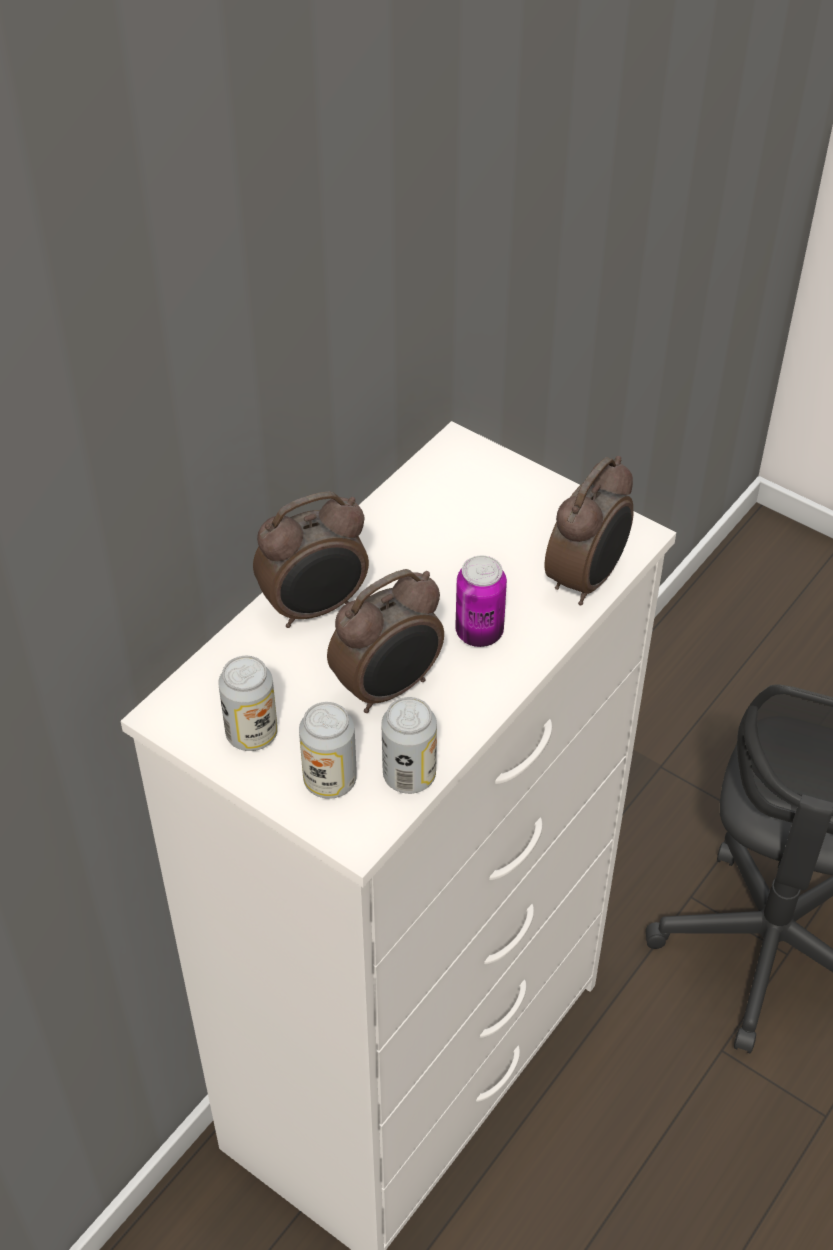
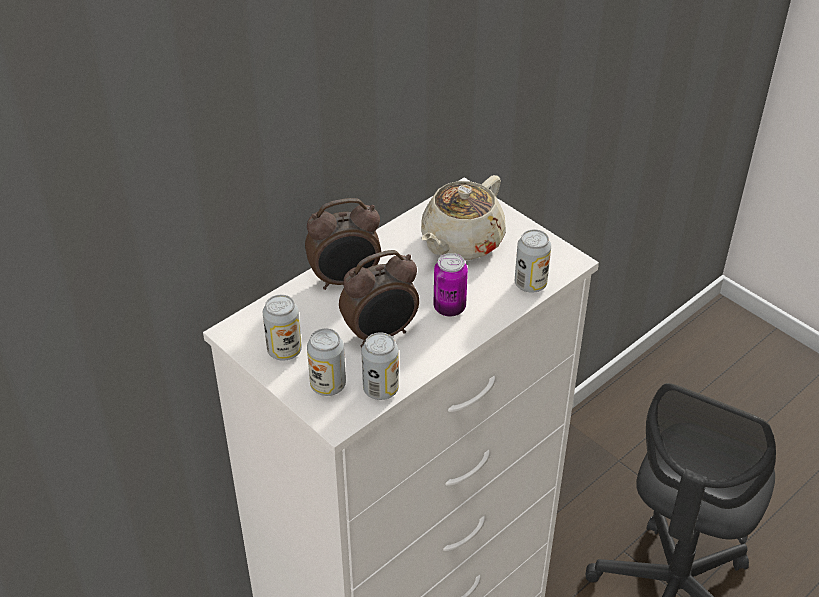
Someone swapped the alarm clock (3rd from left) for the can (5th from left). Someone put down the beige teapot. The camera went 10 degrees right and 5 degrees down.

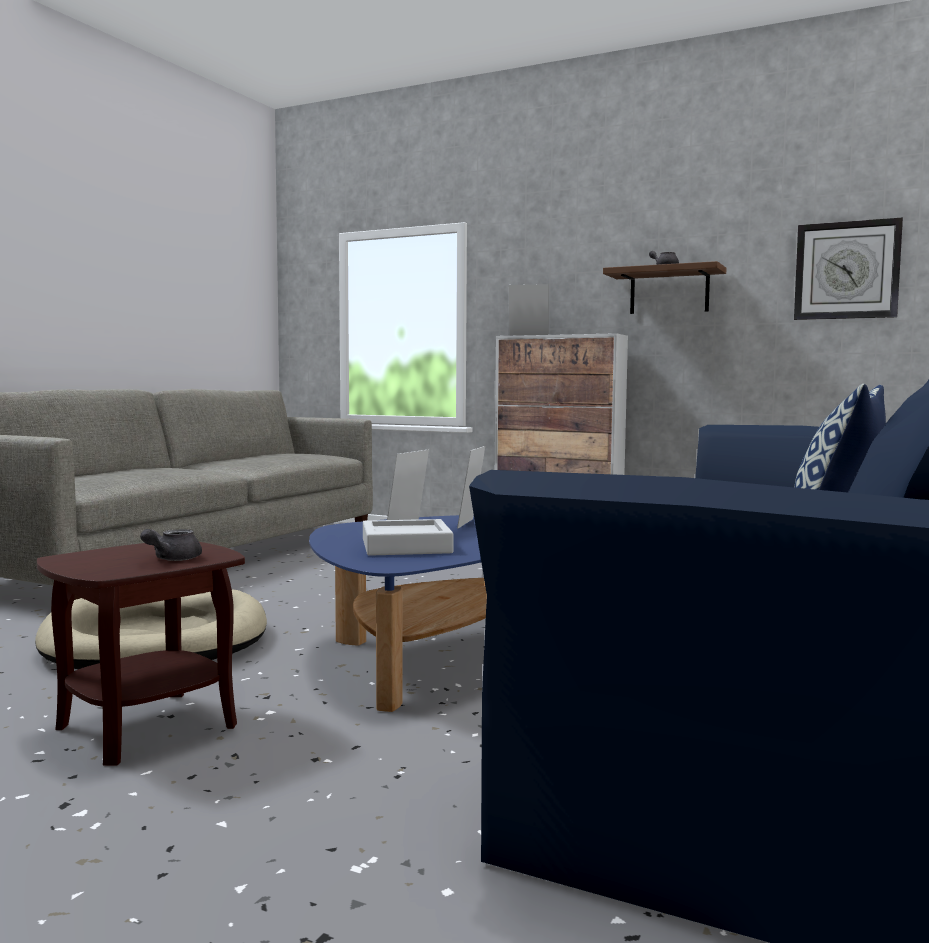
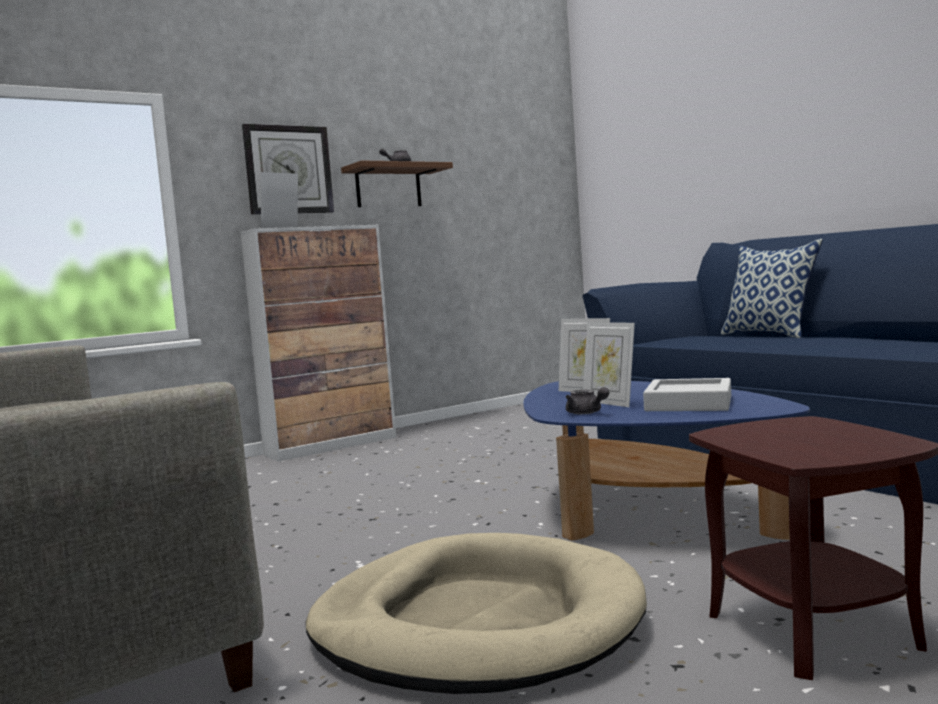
Someone carried the wall clock. Someone carried the grey teapot (1st from left in the first image). The camera went 60 degrees left and 0 degrees up.

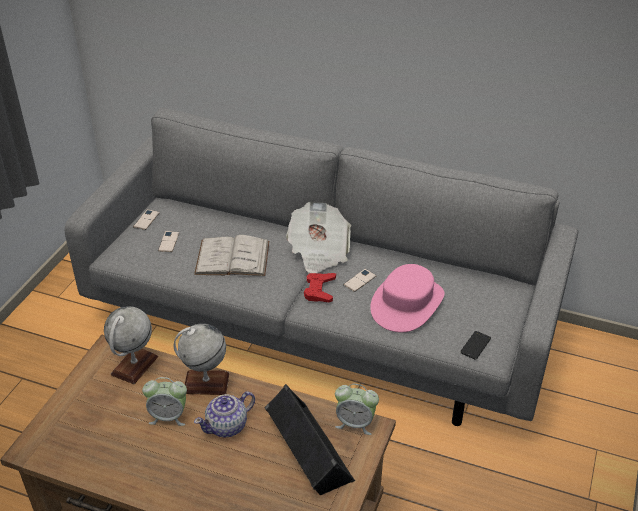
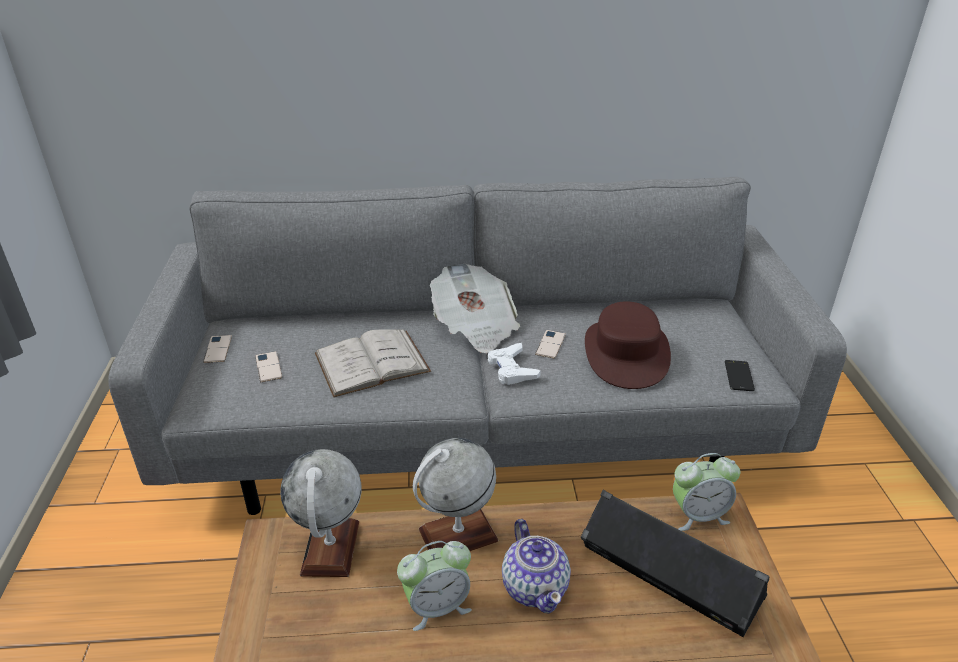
Someone repainted the pink hat, which became the brown hat. Someone repainted the red game controller, which became the white game controller. Someone rotated the teapot by 45 degrees counterclockwise. The camera went 25 degrees left and 5 degrees down.

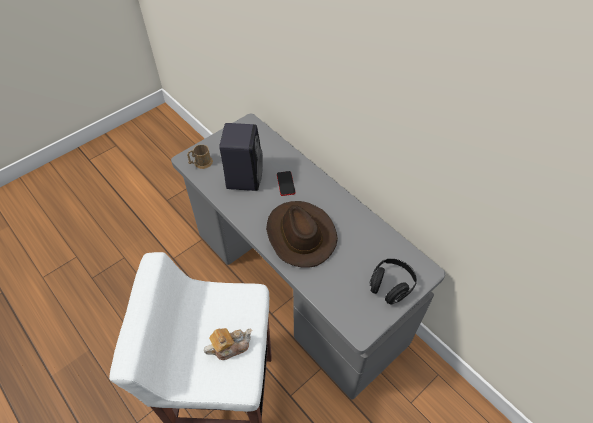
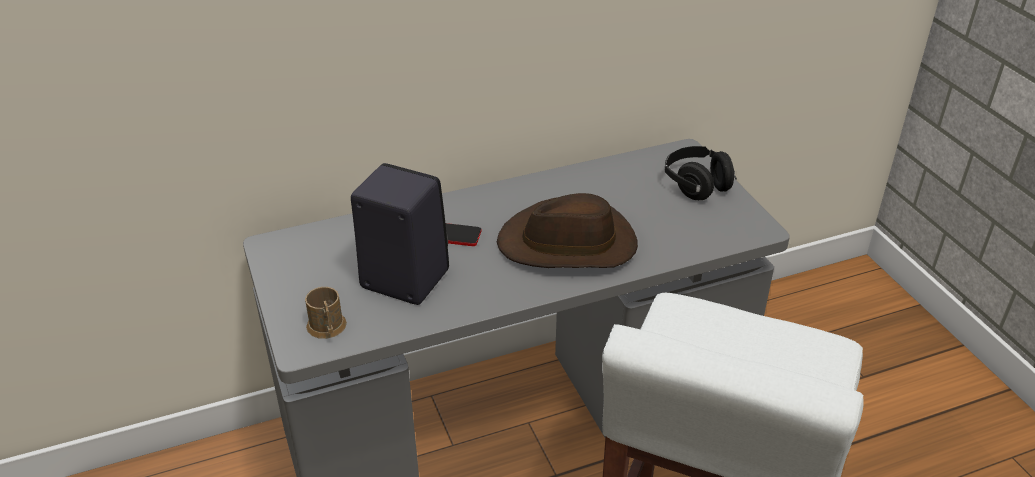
Someone took away the teapot. The camera went 70 degrees left and 15 degrees down.

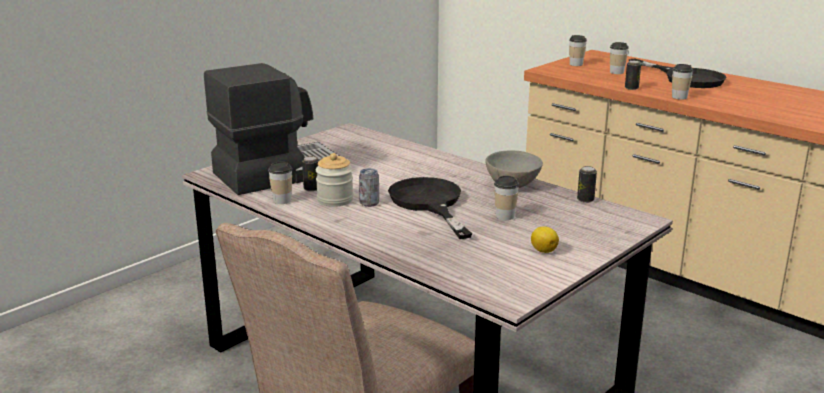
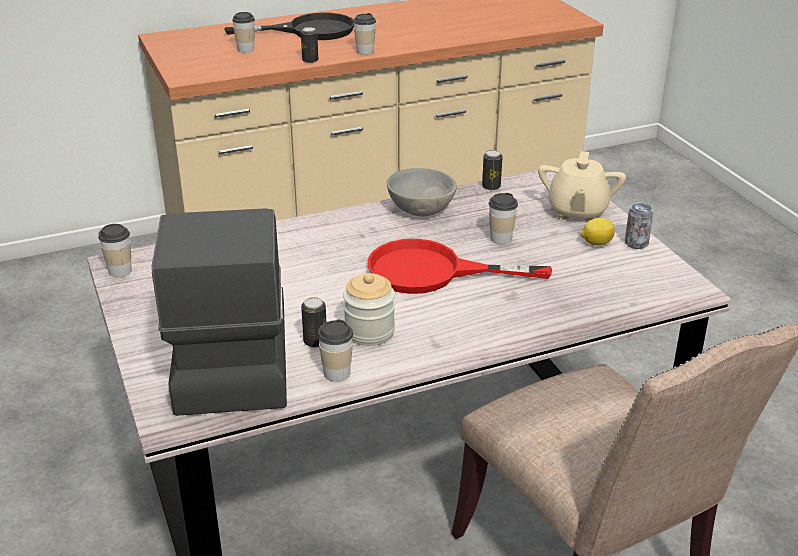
Someone carried the cup (3rd from left in the first image). Someone carried the can (2nd from left in the first image). Someone repainted the black frying pan (1st from left), which became the red frying pan. Someone put down the beige teapot. The camera went 65 degrees left and 10 degrees up.

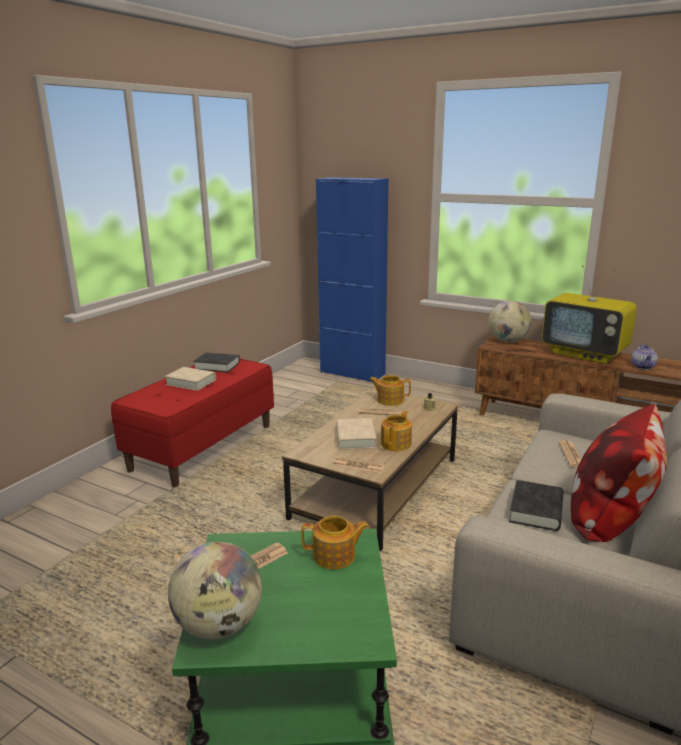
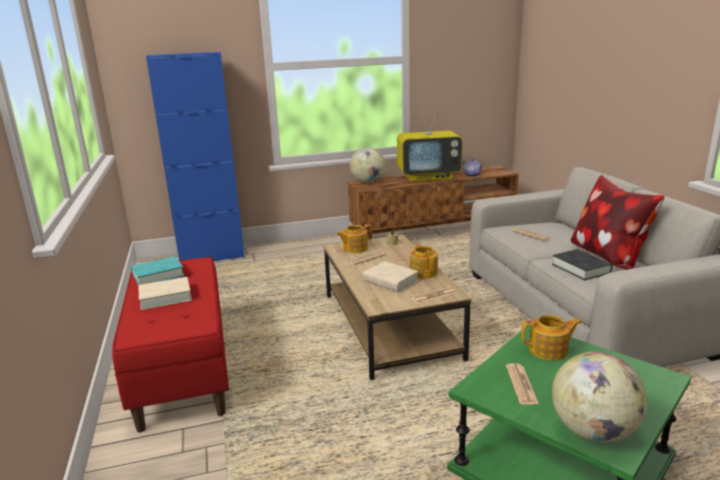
Someone repainted the black book (1st from left), which became the turquoise book. Someone rotated the teapot (1st from left in the first image) by 45 degrees clockwise. The camera went 45 degrees left and 0 degrees up.

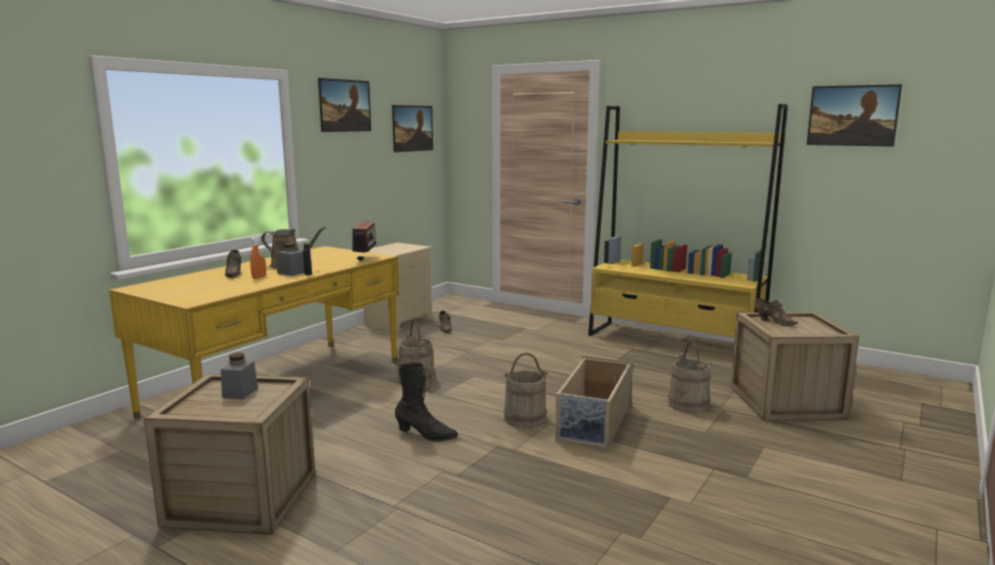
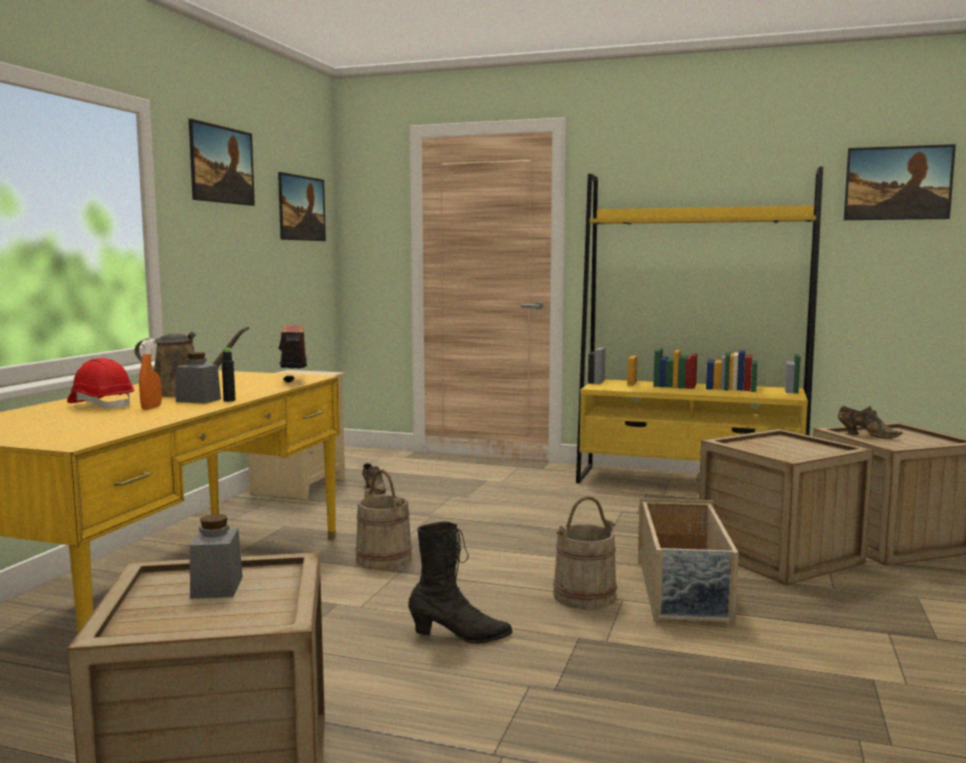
Someone swapped the brown shoe (1st from left) for the red hard hat. Someone swapped the beige bucket (3rd from left) for the crate (2nd from left). The camera went 15 degrees left and 5 degrees down.

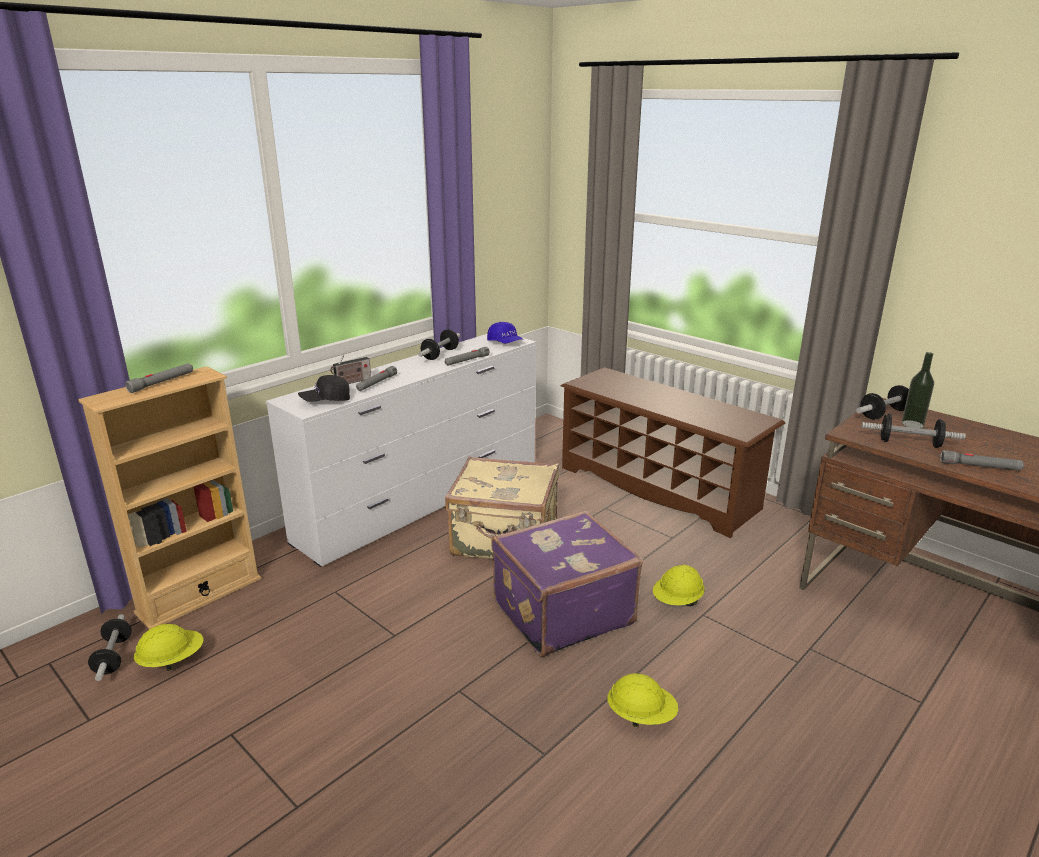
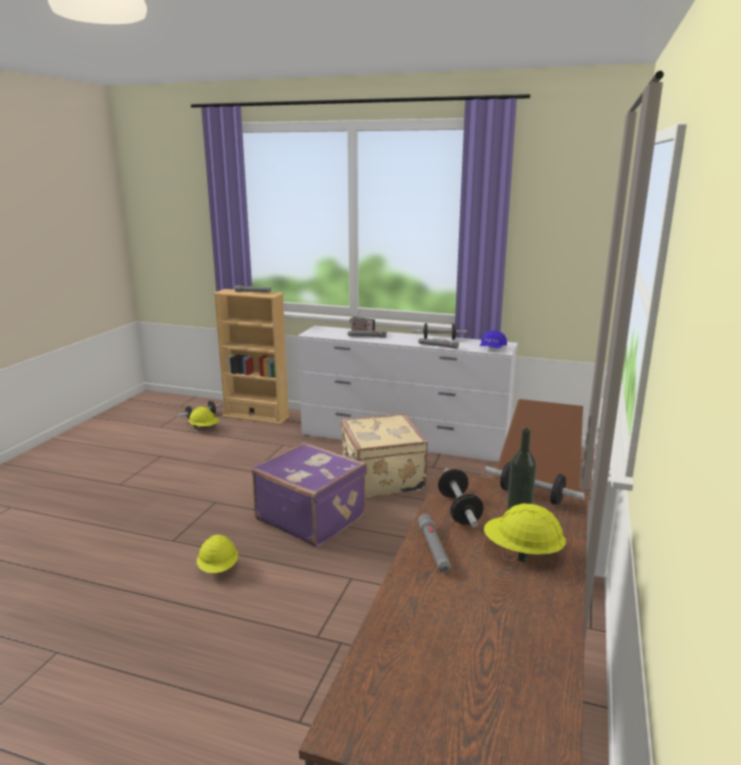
Someone took away the black cap. Someone carried the yellow hard hat (3rd from left). The camera went 65 degrees right and 5 degrees down.

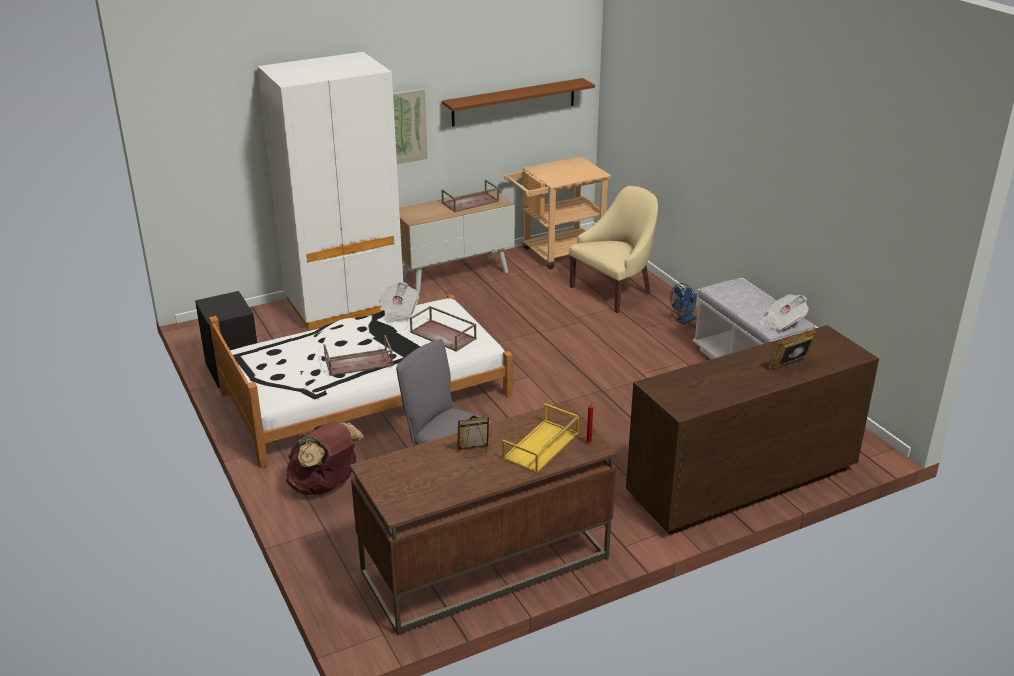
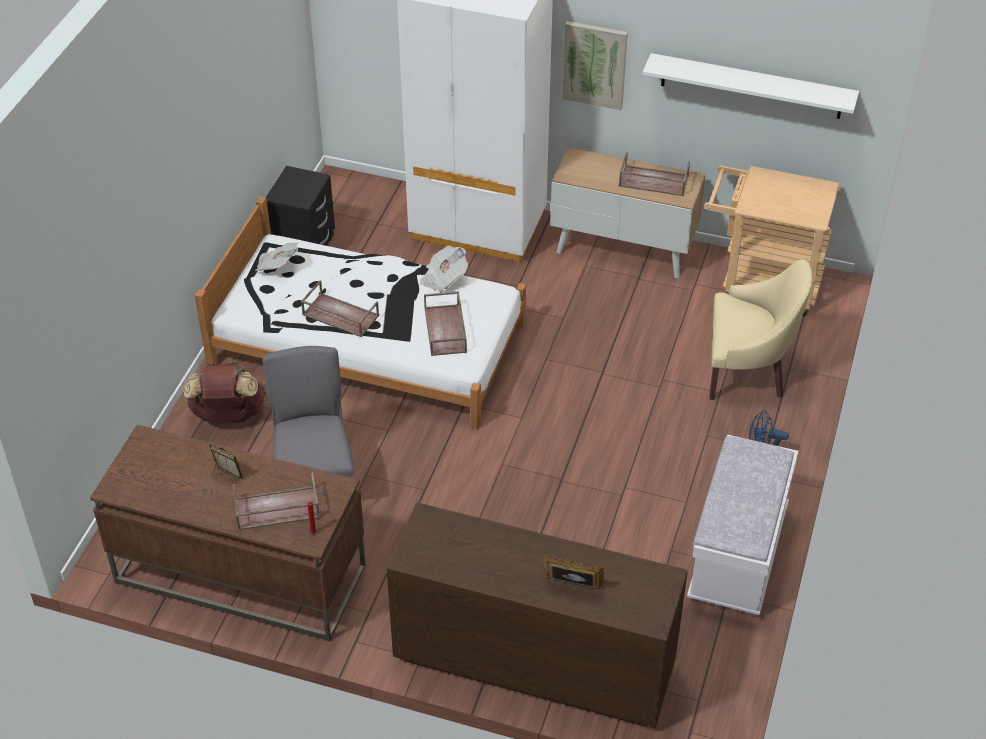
Someone repainted the brown shelf, which became the white shelf. Someone carried the newspaper (2nd from left in the first image). Someone repainted the yellow tray, which became the brown tray (1st from left). The camera went 45 degrees right and 15 degrees up.

